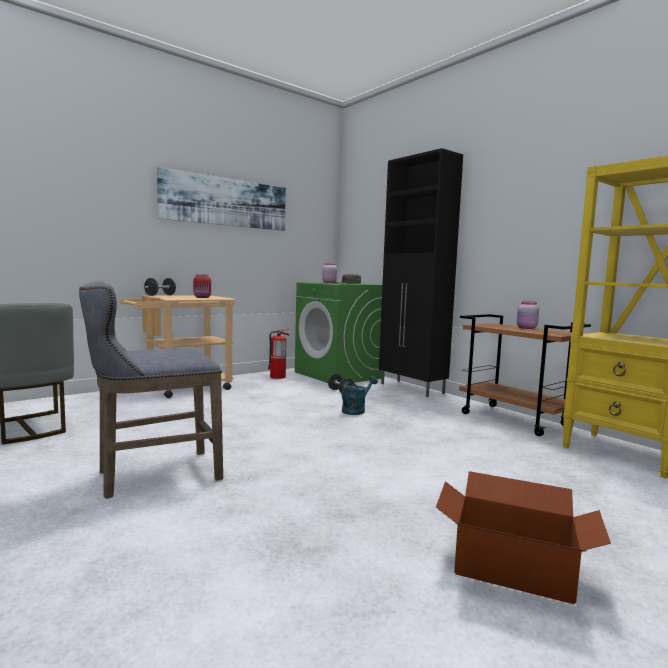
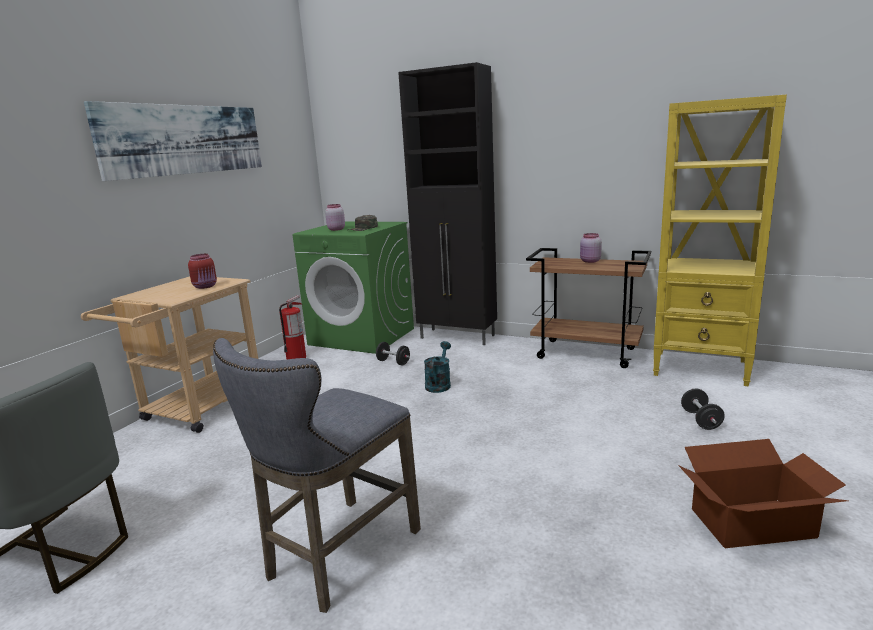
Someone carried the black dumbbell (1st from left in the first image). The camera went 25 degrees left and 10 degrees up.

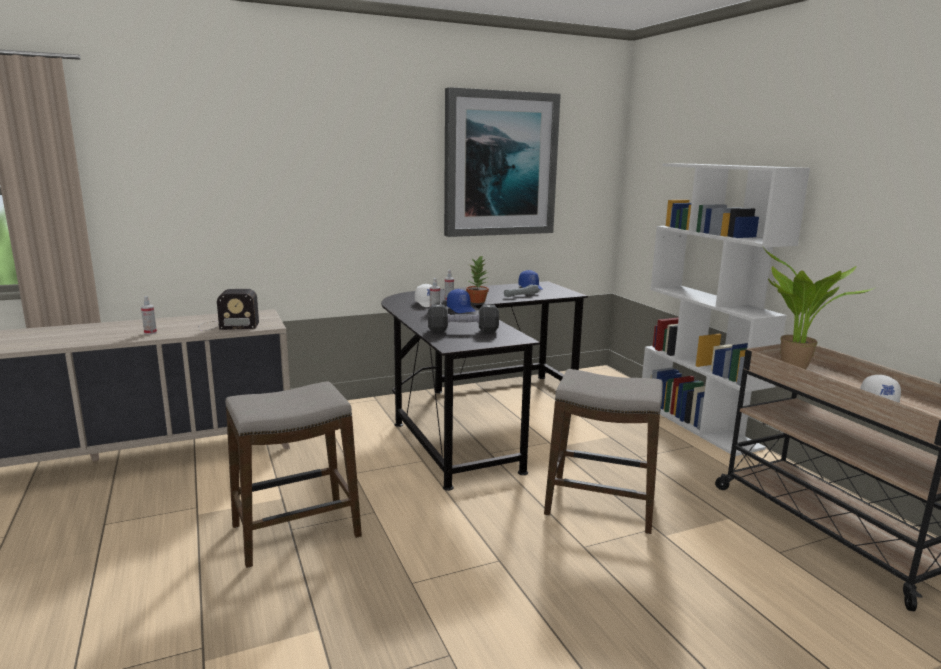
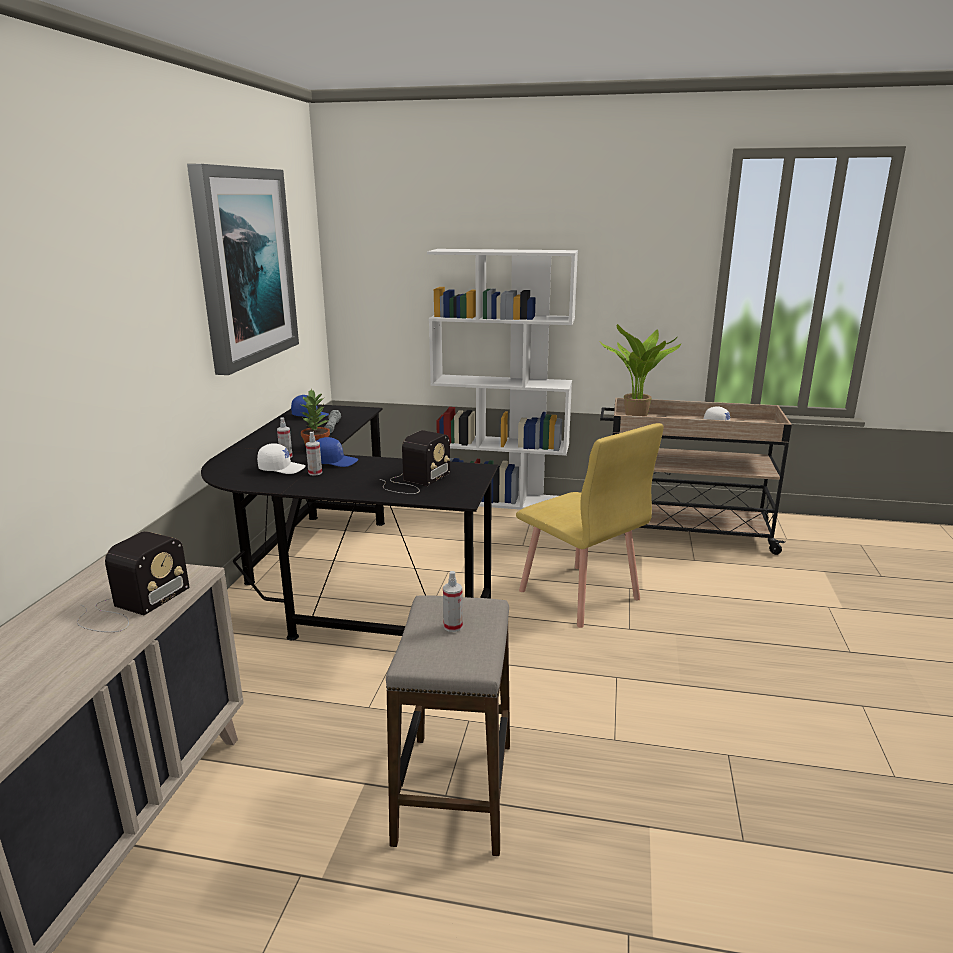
Someone carried the spray bottle (1st from left in the first image). Someone swapped the black dumbbell for the radio (2nd from left). Someone swapped the stool (2nd from left) for the yellow chair. The camera went 55 degrees left and 5 degrees up.

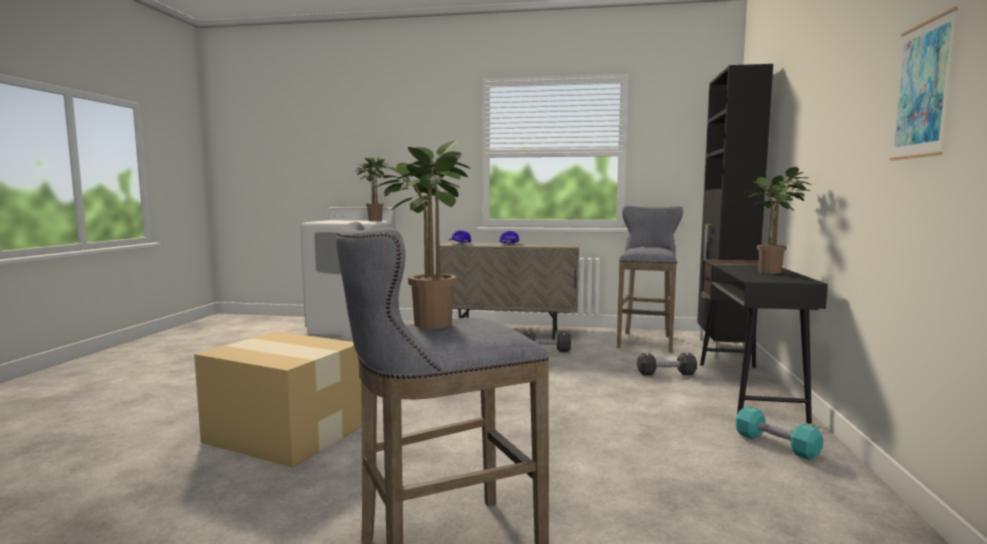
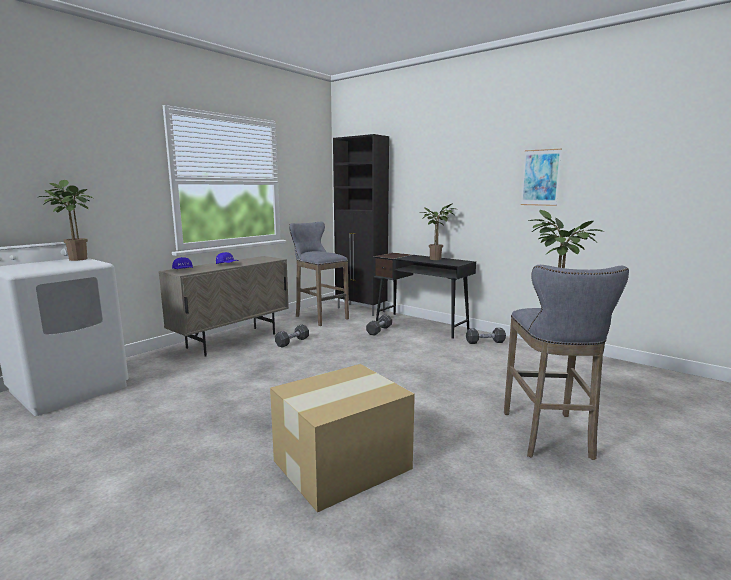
Someone repainted the turquoise dumbbell, which became the black dumbbell (3rd from left). The camera went 60 degrees left and 5 degrees up.

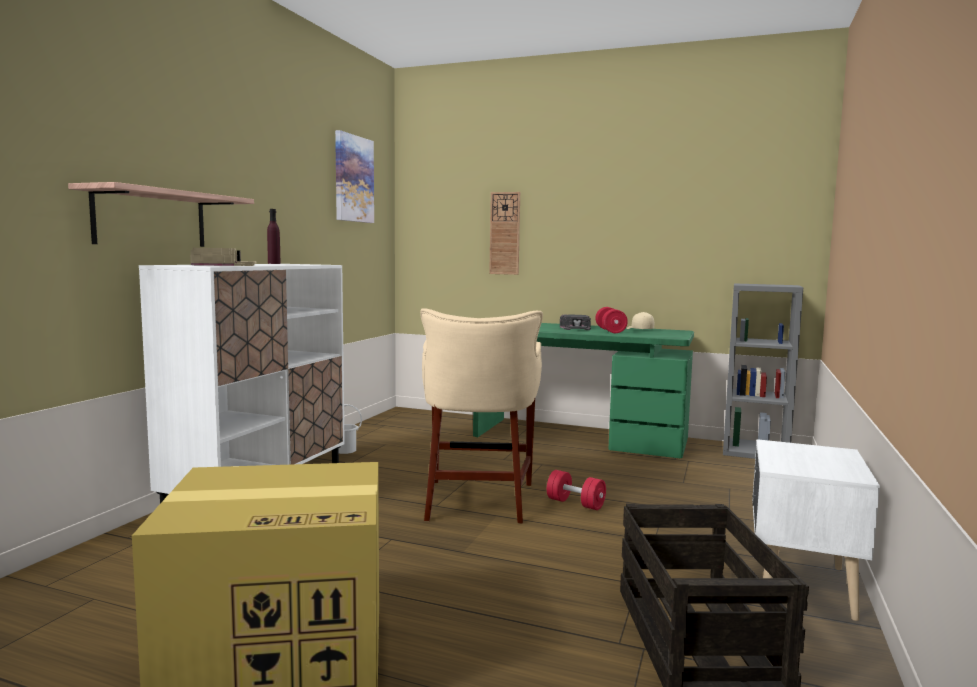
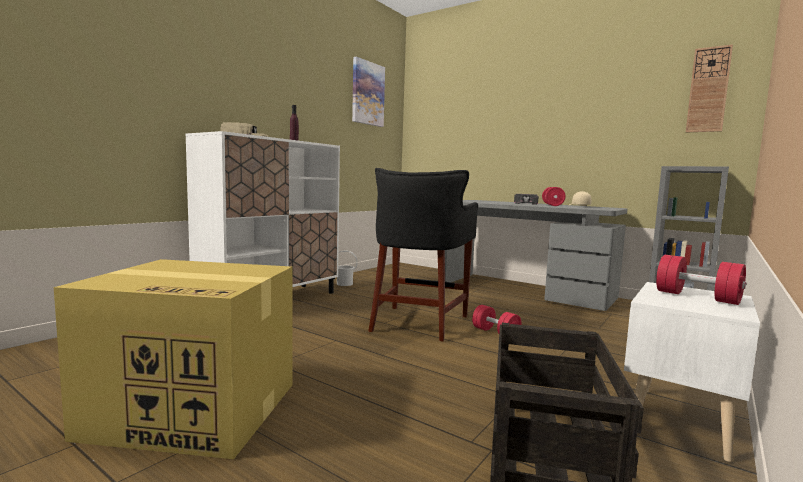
Someone took away the shelf. Someone carried the wall clock. Someone repainted the beige stool, which became the black stool. Someone repainted the green desk, which became the grey desk. Someone put down the red dumbbell (3rd from left). The camera went 15 degrees right and 0 degrees up.

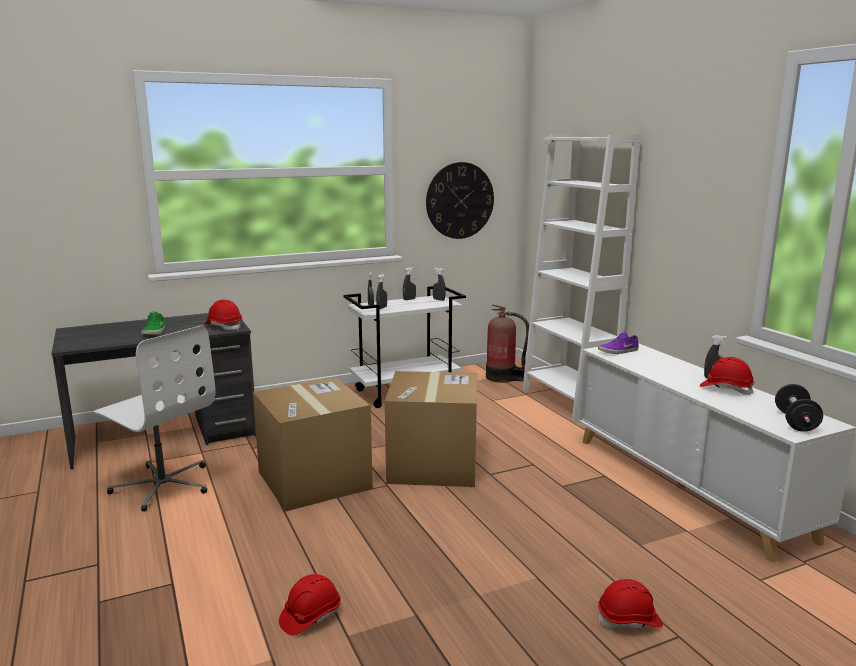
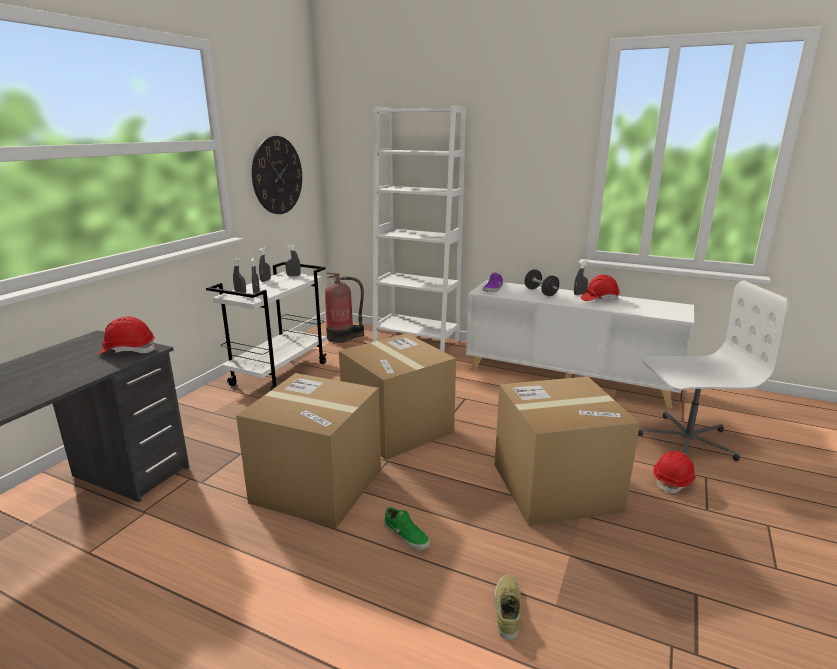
Someone carried the green shoe. Someone carried the white office chair. Someone carried the black dumbbell. Someone swapped the red hard hat (2nd from left) for the beige shoe. Someone put down the cardboard box (3rd from left). The camera went 40 degrees left and 5 degrees up.

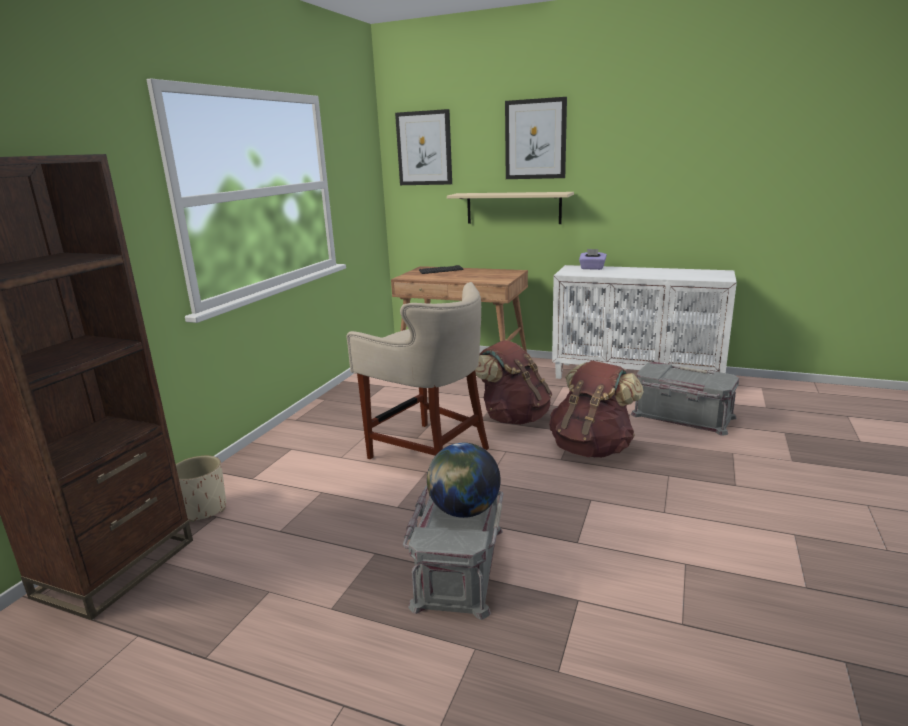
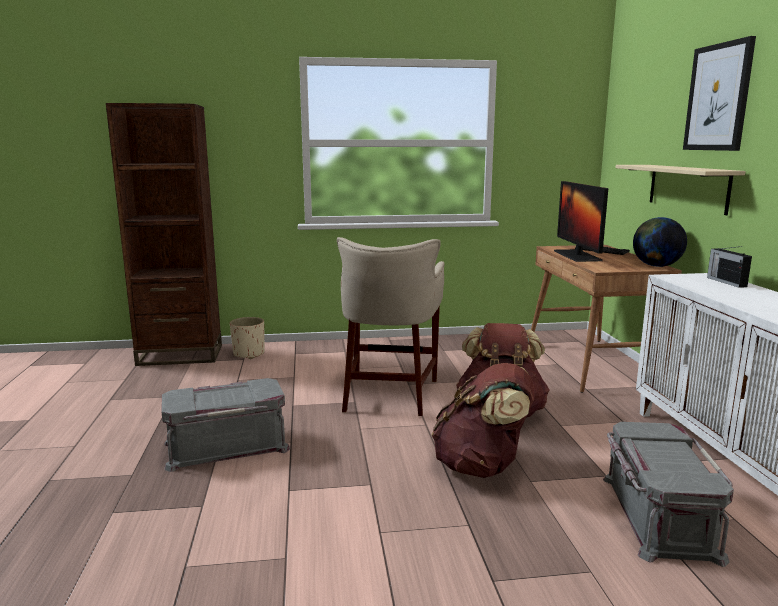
Someone took away the picture (1st from left). Someone swapped the purple tissue box for the radio. Someone carried the globe. Someone put down the monitor. The camera went 60 degrees right and 5 degrees down.

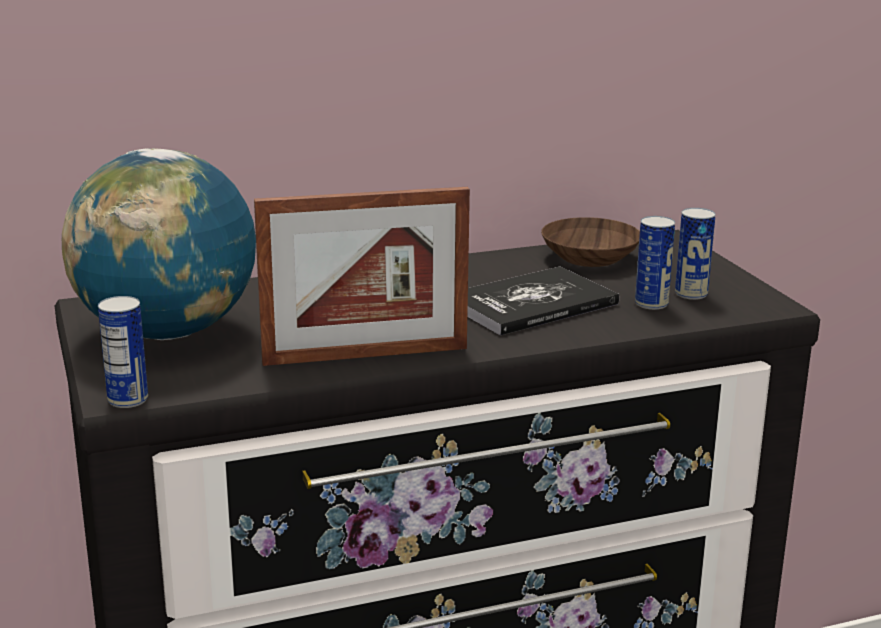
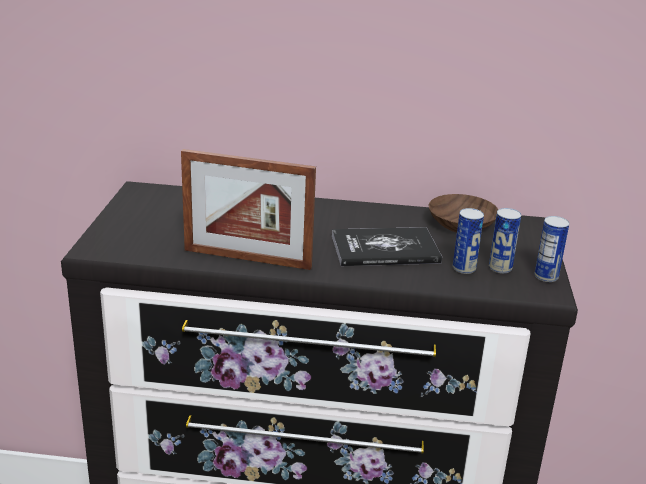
Someone took away the globe. Someone carried the can (1st from left in the first image). The camera went 25 degrees right and 5 degrees up.

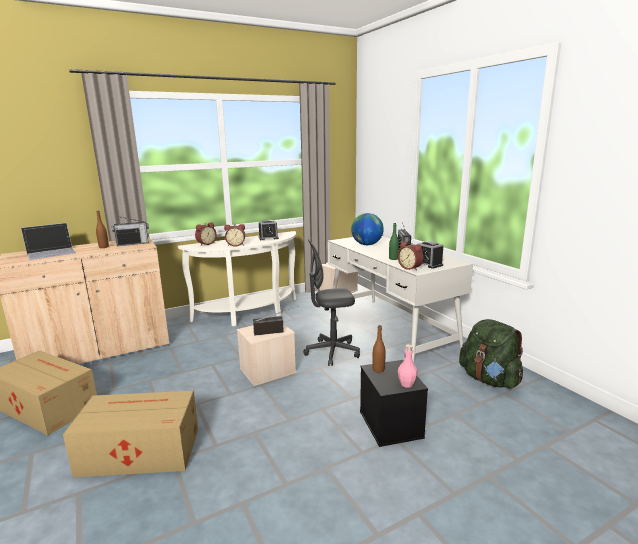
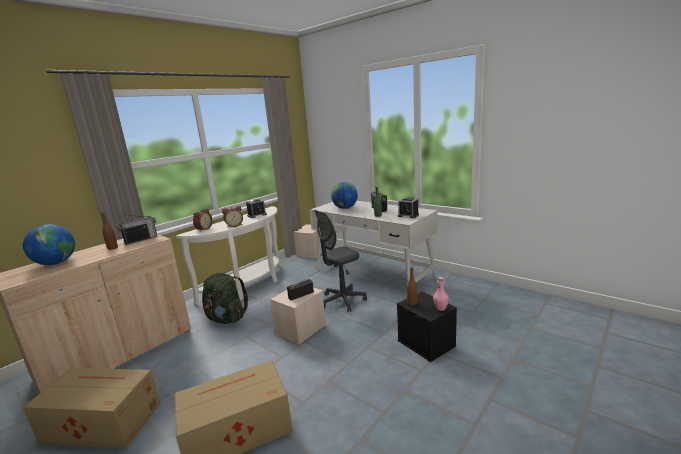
Someone swapped the laptop for the globe (1st from left). Someone took away the alarm clock (4th from left). Someone carried the green backpack. The camera went 20 degrees left and 0 degrees up.

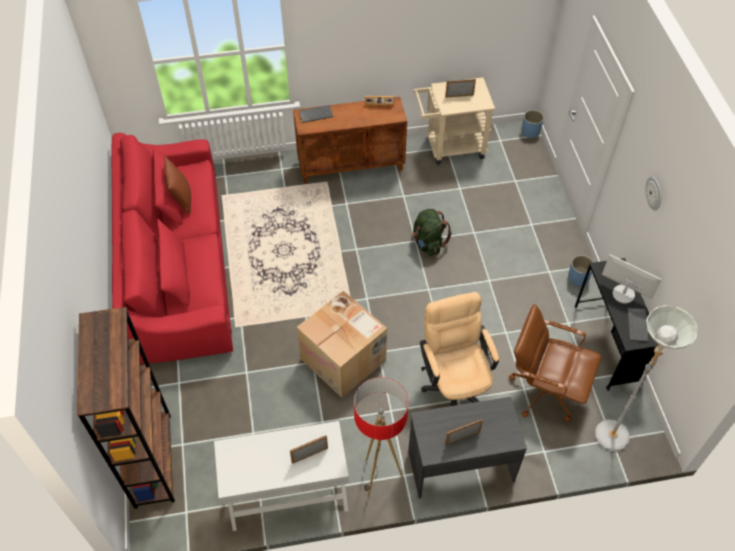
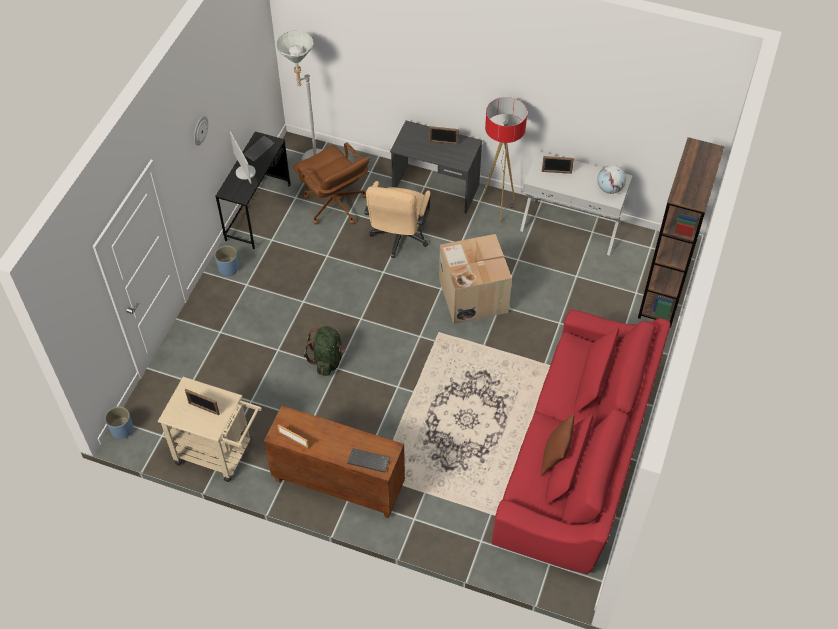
Someone put down the globe. The camera went 150 degrees left and 0 degrees up.

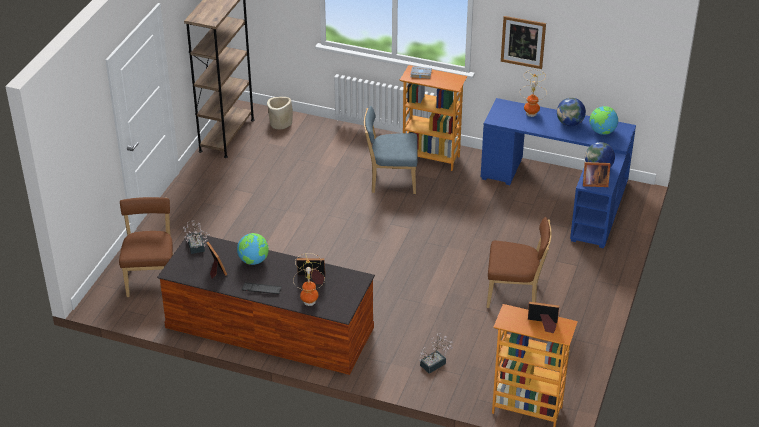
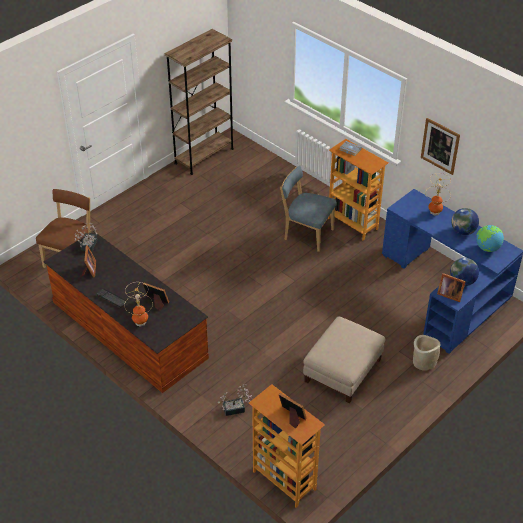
Someone carried the beige planter. Someone swapped the brown chair (2nd from left) for the beige ottoman. Someone took away the globe (1st from left). The camera went 25 degrees right and 5 degrees up.

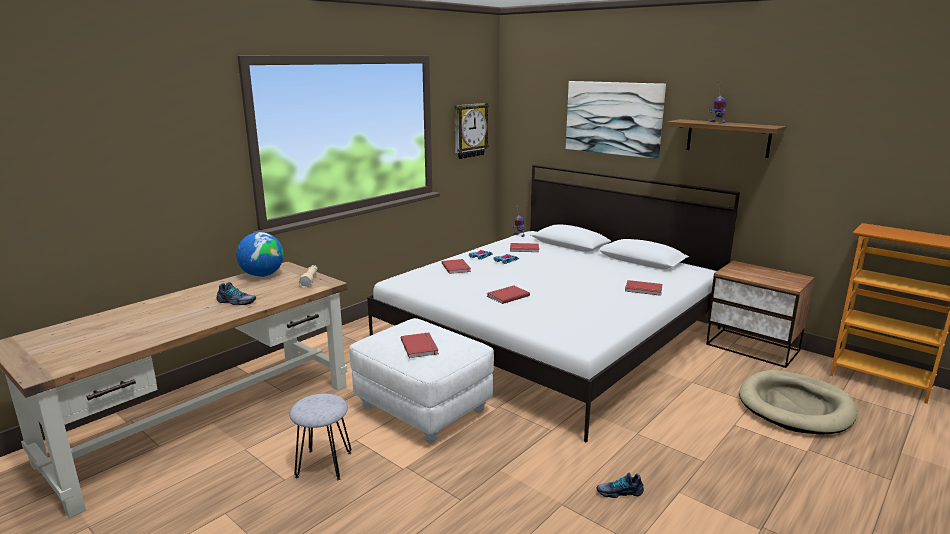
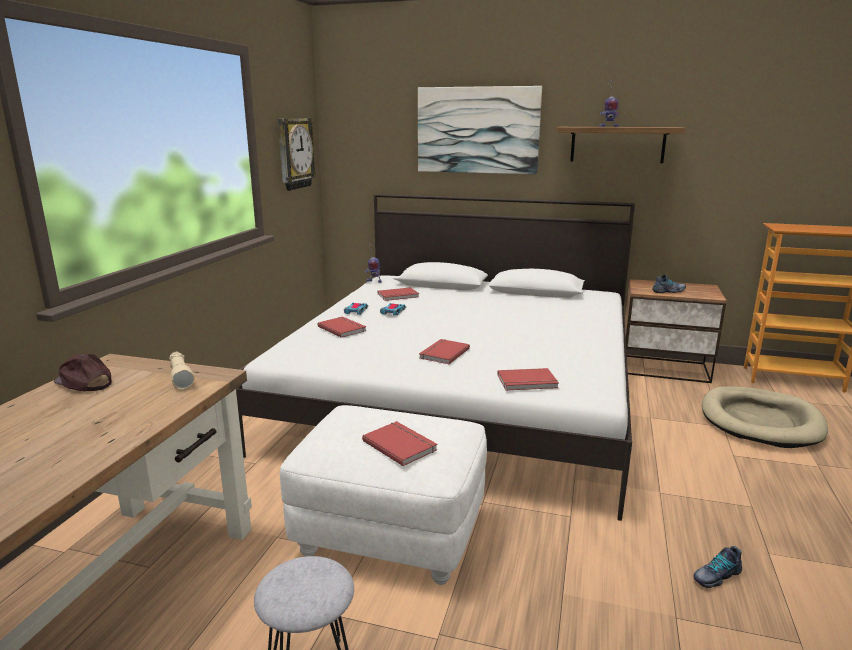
Someone swapped the globe for the brown cap. Someone carried the red book (5th from left). Someone carried the shoe (1st from left). The camera went 25 degrees left and 0 degrees up.

